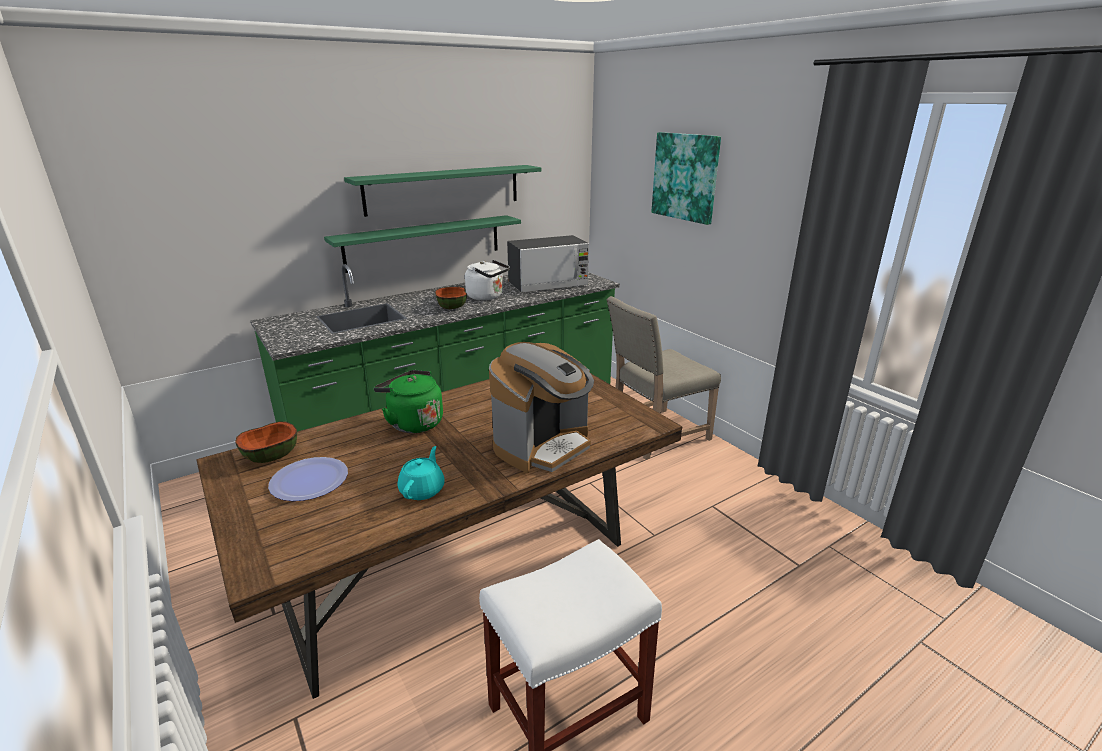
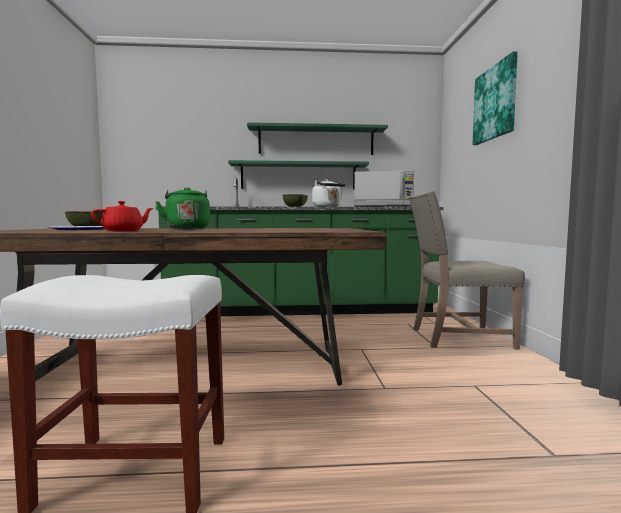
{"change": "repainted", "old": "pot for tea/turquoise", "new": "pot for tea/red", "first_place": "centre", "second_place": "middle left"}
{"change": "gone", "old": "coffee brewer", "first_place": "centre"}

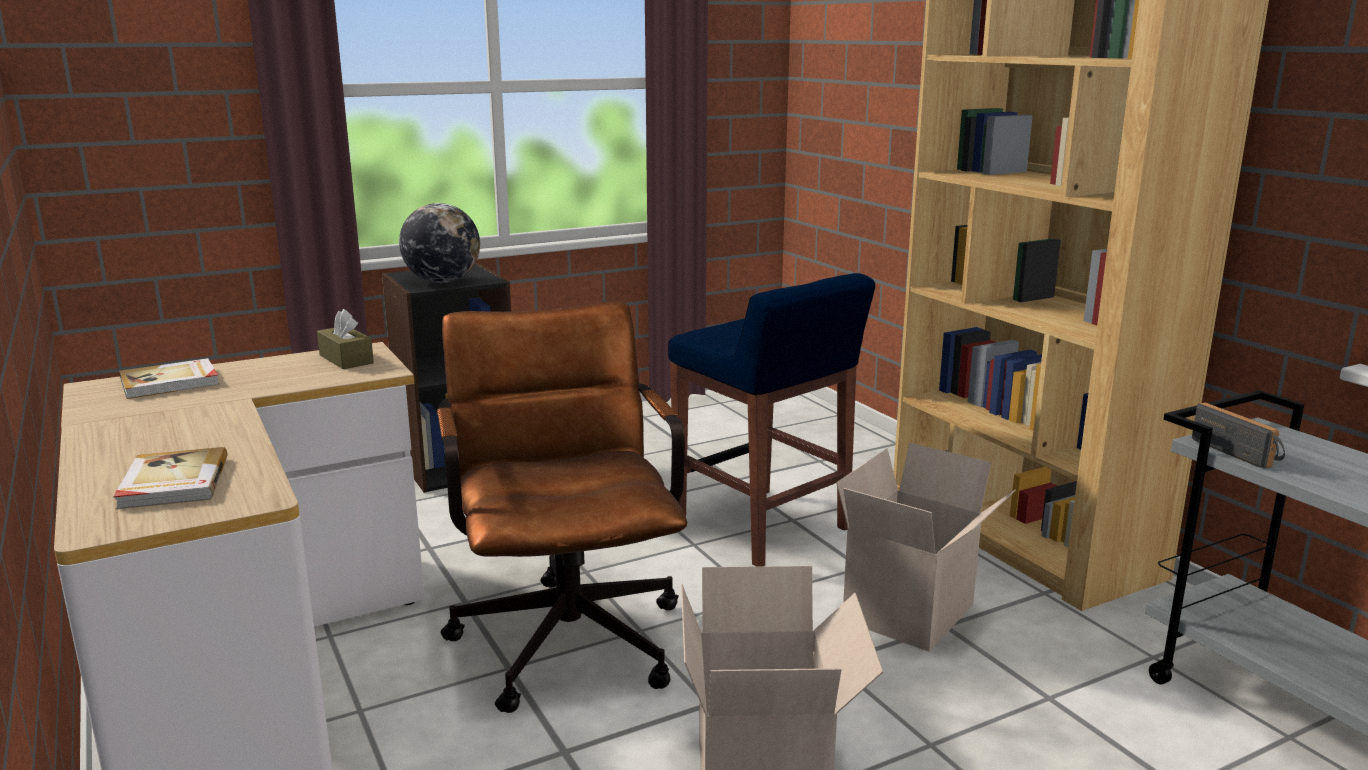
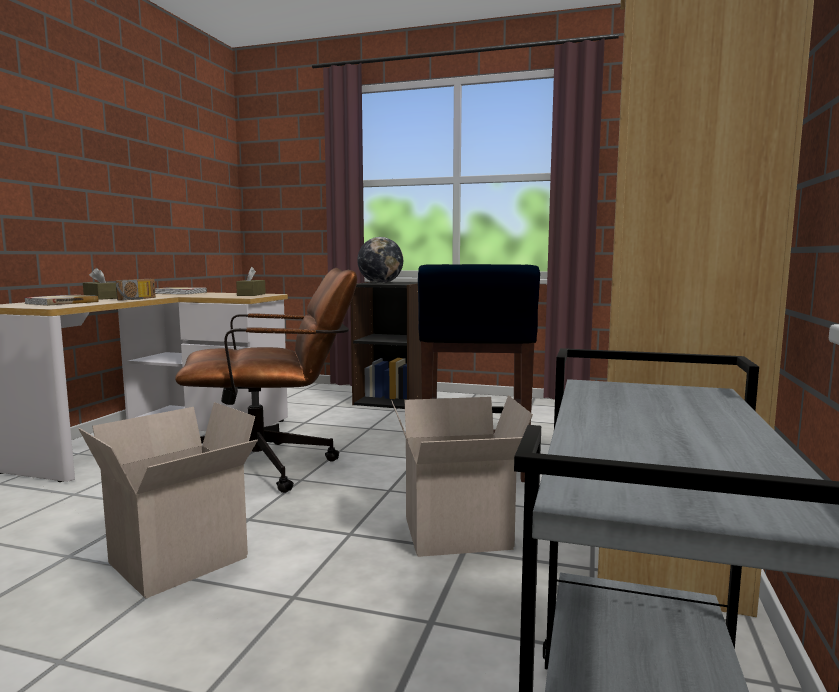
{"change": "rotated", "old": "desk chair/brownish", "first_place": "centre", "second_place": "middle left", "degrees": 45}
{"change": "shifted", "old": "radio receiver", "first_place": "middle right", "second_place": "middle left"}
{"change": "new", "new": "tissue box/brownish (no. 1 from left)", "second_place": "middle left"}

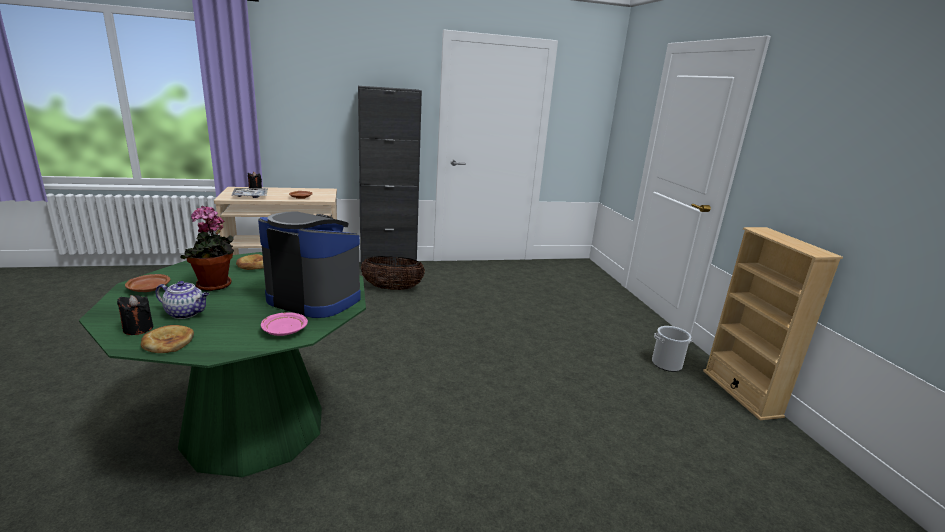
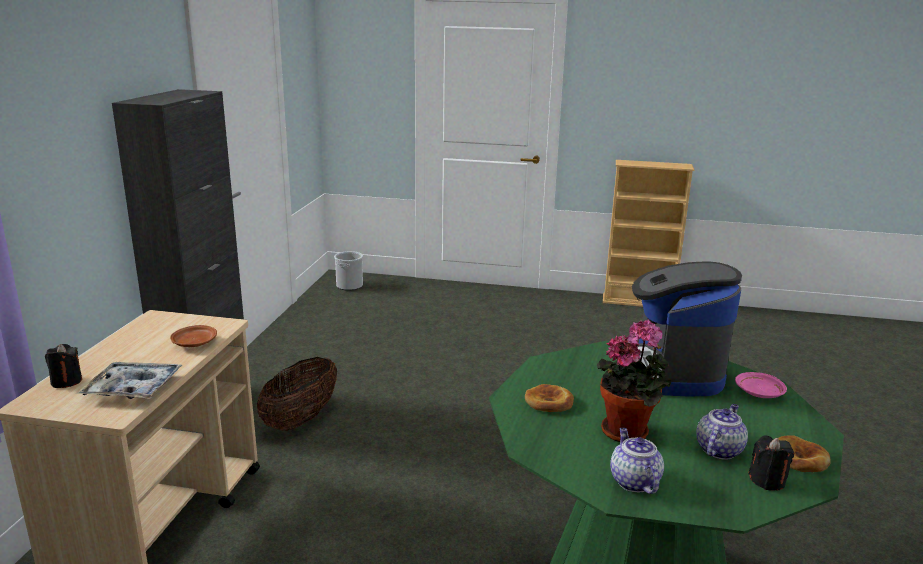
{"change": "swapped", "old": "dinner plate/brownish (no. 1 from left)", "new": "pot for tea (no. 1 from left)", "first_place": "middle left", "second_place": "bottom right"}
{"change": "rotated", "old": "coffee brewer", "first_place": "middle left", "second_place": "middle right", "degrees": -45}
{"change": "shifted", "old": "water bucket", "first_place": "middle right", "second_place": "centre"}

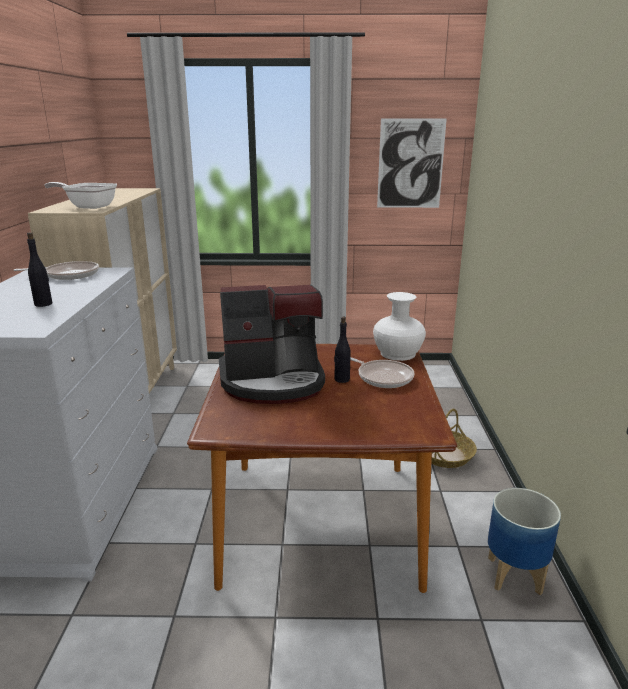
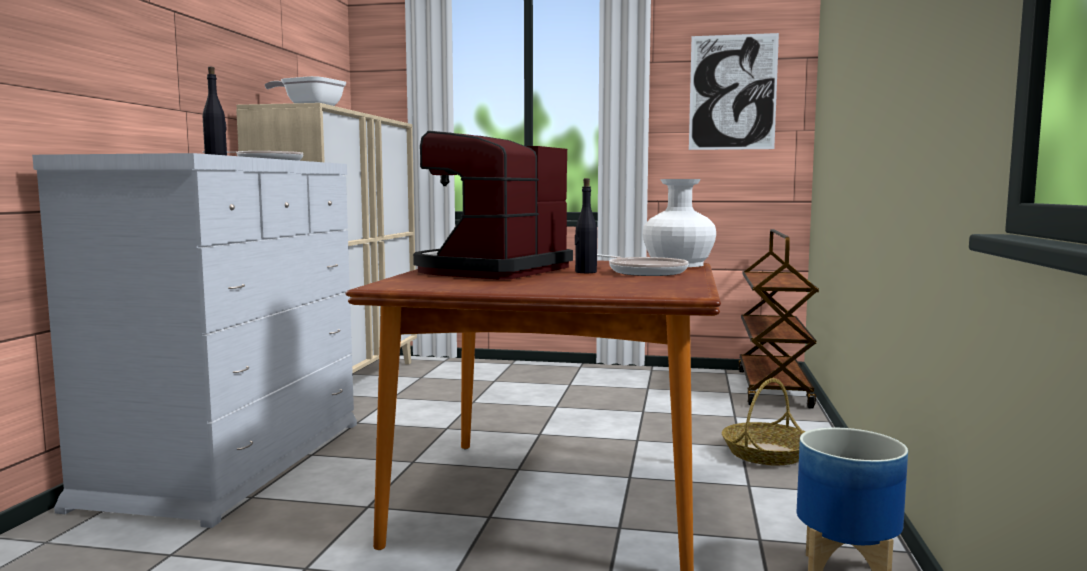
{"change": "rotated", "old": "coffee brewer", "first_place": "centre", "second_place": "centre", "degrees": 120}
{"change": "new", "new": "trolley/brownish", "second_place": "middle right"}

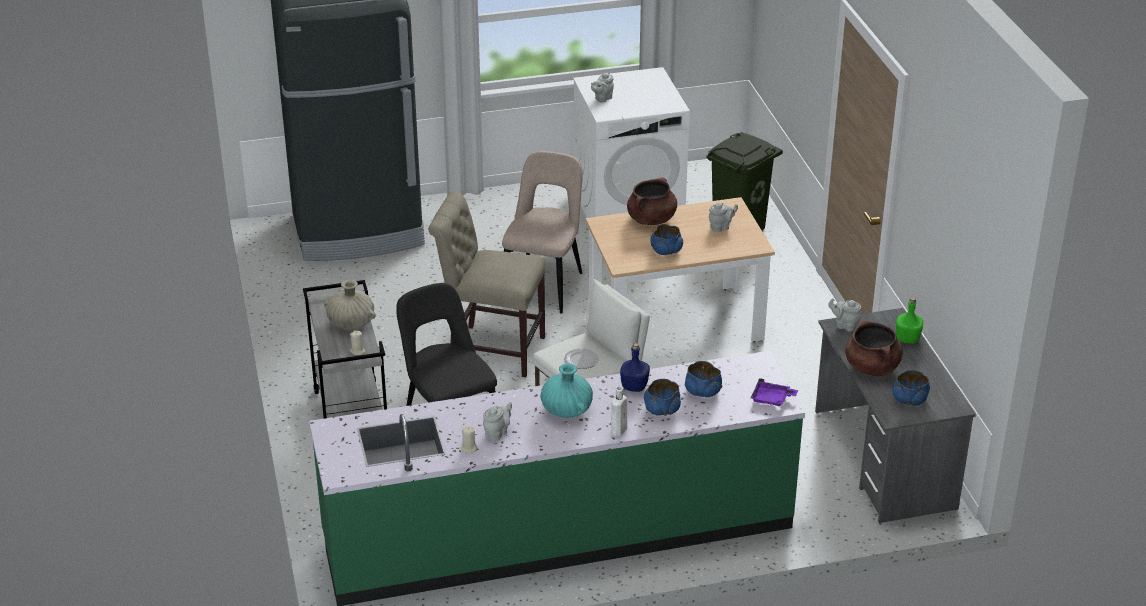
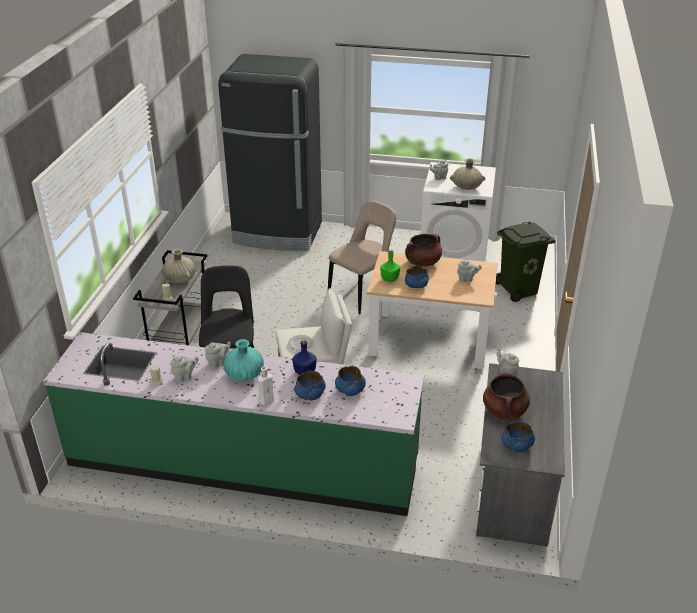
{"change": "gone", "old": "plain chair/beige (no. 1 from left)", "first_place": "centre"}
{"change": "gone", "old": "serving tray/purplish", "first_place": "middle right"}
{"change": "shifted", "old": "beverage bottle/greenish", "first_place": "middle right", "second_place": "centre"}
{"change": "new", "new": "pot for tea/grey (no. 2 from left)", "second_place": "middle left"}
{"change": "new", "new": "flower vase/beige (no. 2 from left)", "second_place": "top right"}

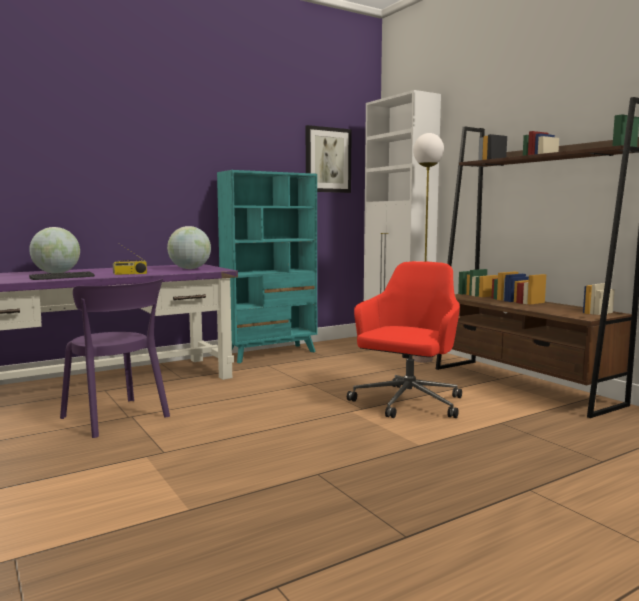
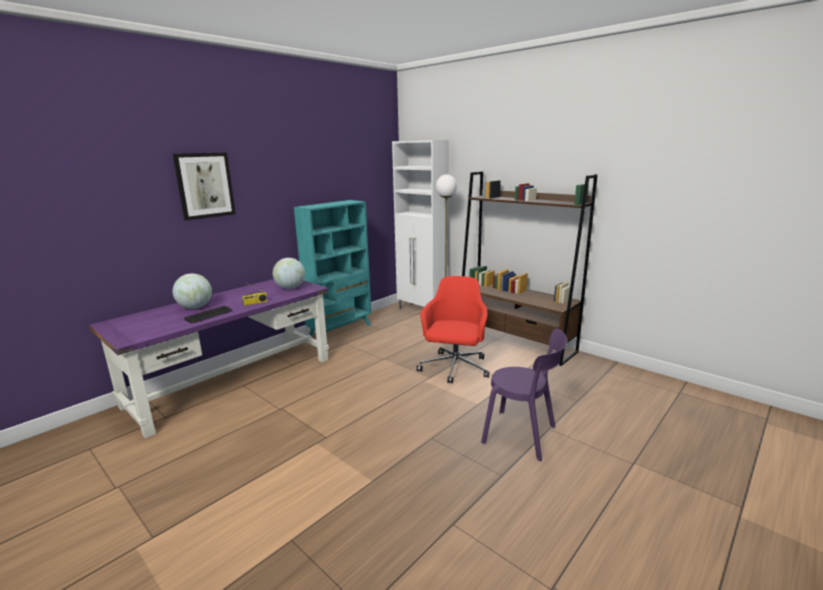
{"change": "shifted", "old": "plain chair/purplish", "first_place": "middle left", "second_place": "bottom centre"}
{"change": "shifted", "old": "wall picture", "first_place": "top centre", "second_place": "top left"}

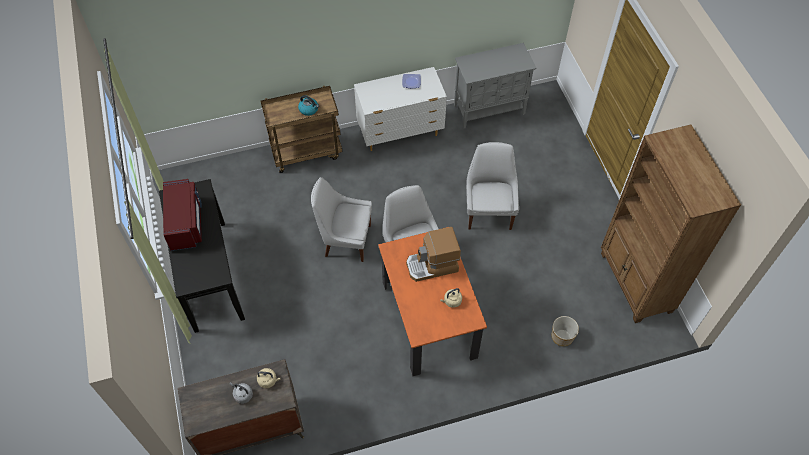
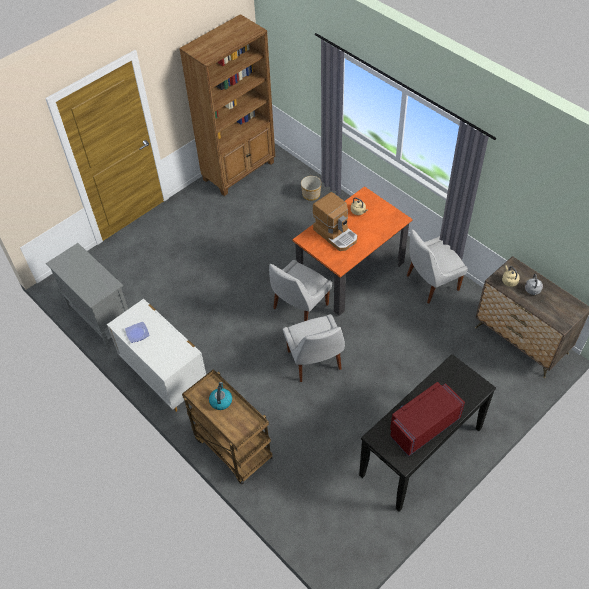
{"change": "shifted", "old": "plain chair/white (no. 3 from left)", "first_place": "centre", "second_place": "middle right"}

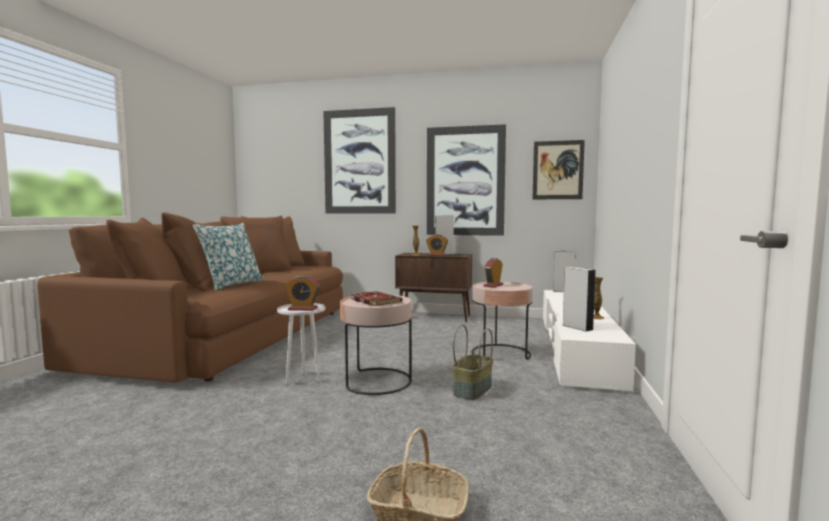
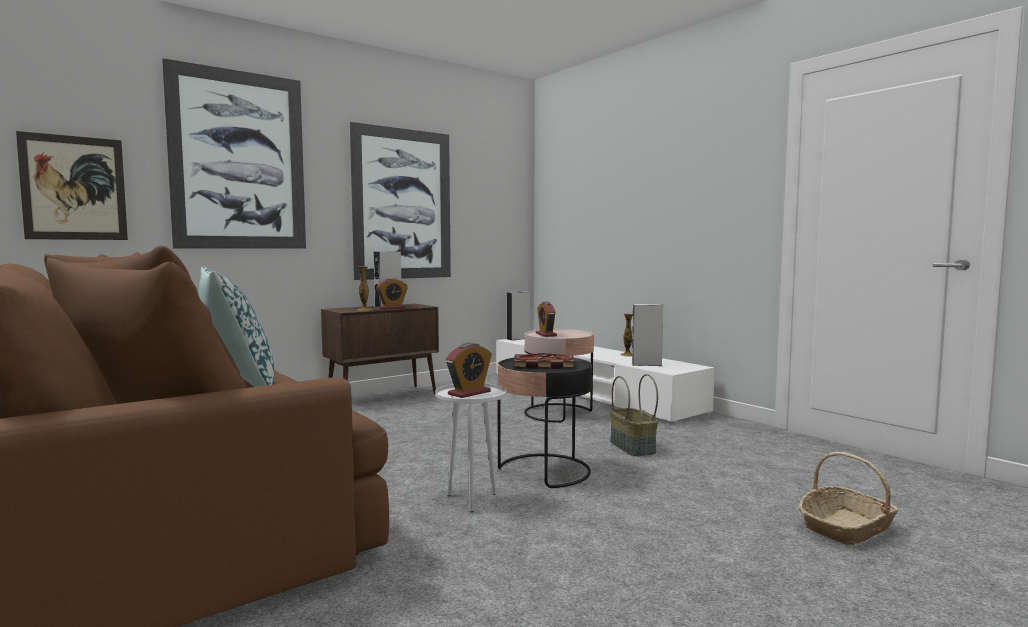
{"change": "repainted", "old": "accent table/pink (no. 1 from left)", "new": "accent table/black-coloured", "first_place": "centre", "second_place": "bottom centre"}
{"change": "shifted", "old": "wall picture (no. 3 from left in the first image)", "new": "wall picture (no. 1 from left)", "first_place": "top right", "second_place": "top left"}

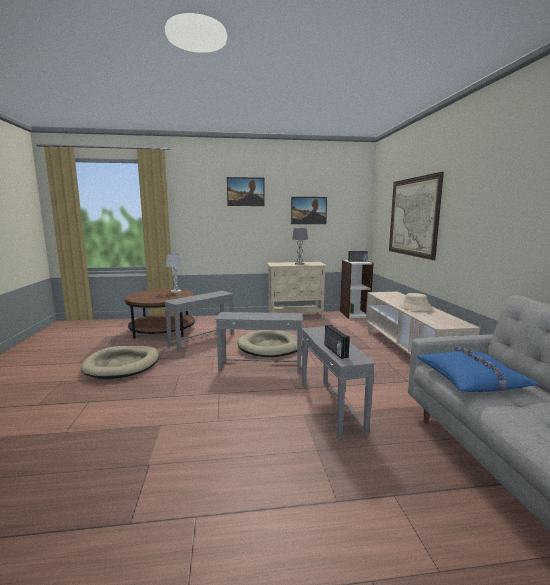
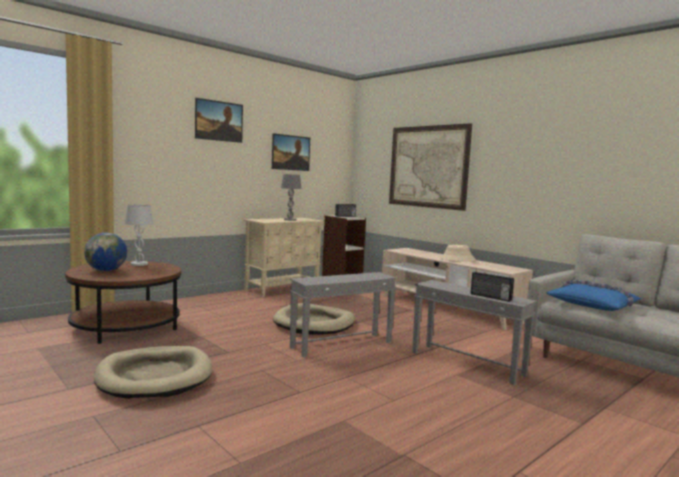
{"change": "gone", "old": "accent table/grey (no. 1 from left)", "first_place": "centre"}
{"change": "new", "new": "globe", "second_place": "middle left"}

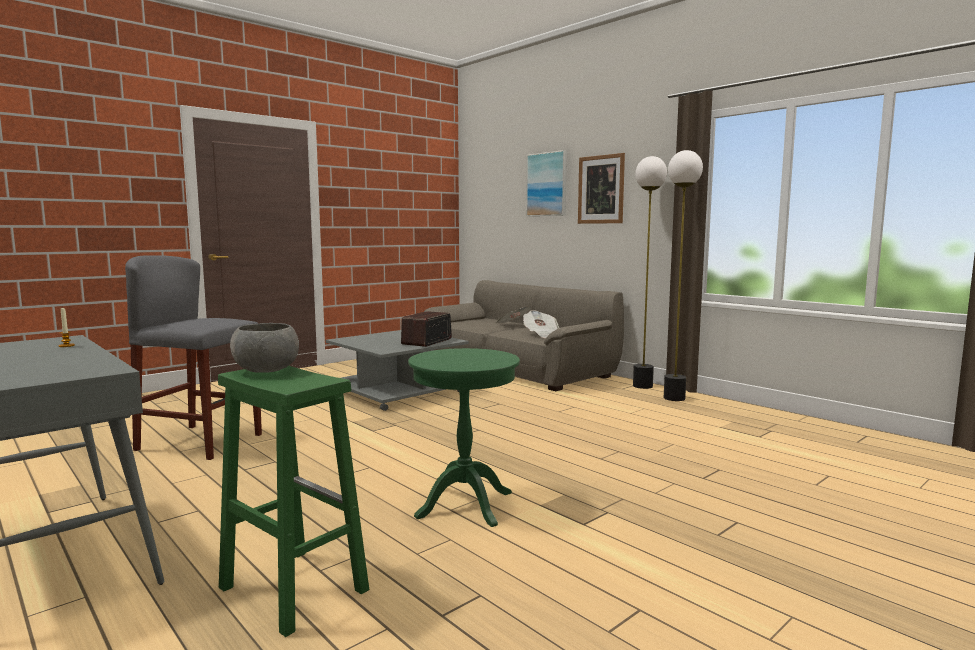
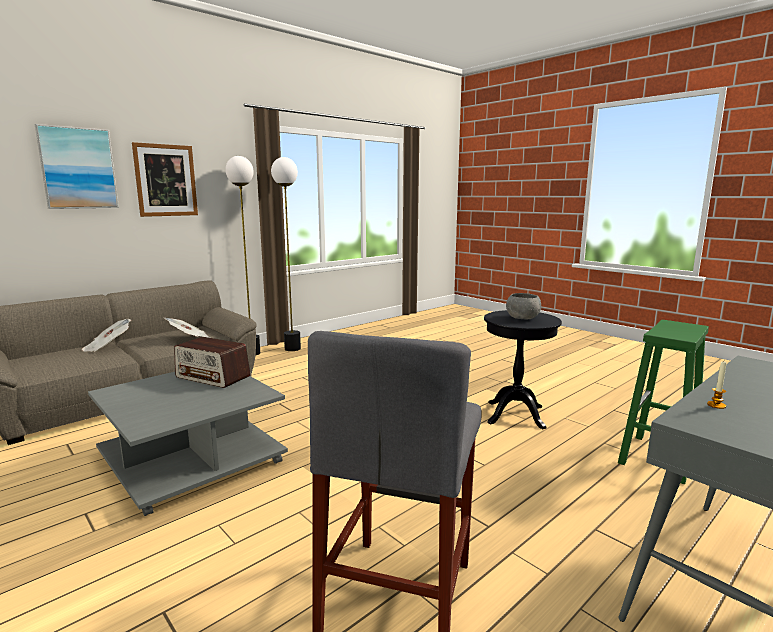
{"change": "shifted", "old": "serving bowl/grey", "first_place": "middle left", "second_place": "middle right"}
{"change": "repainted", "old": "accent table/greenish", "new": "accent table/black-coloured", "first_place": "bottom centre", "second_place": "middle right"}

